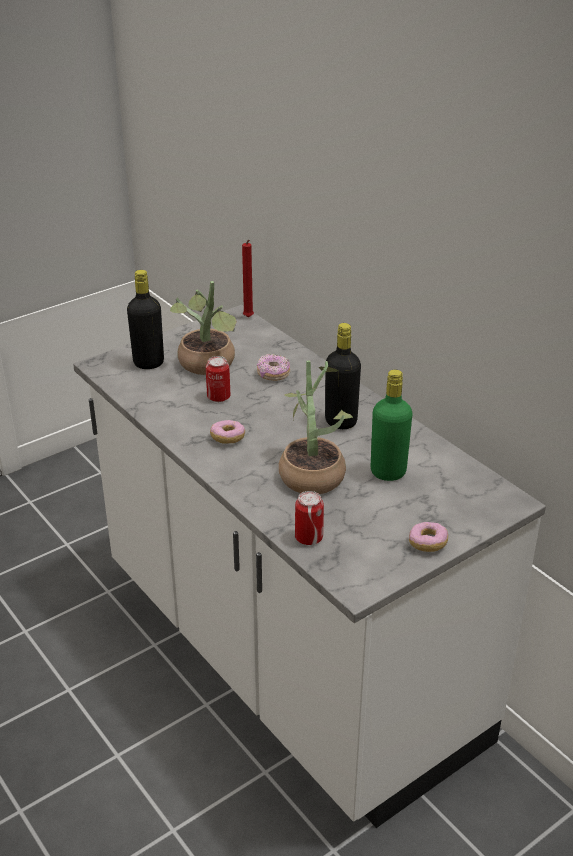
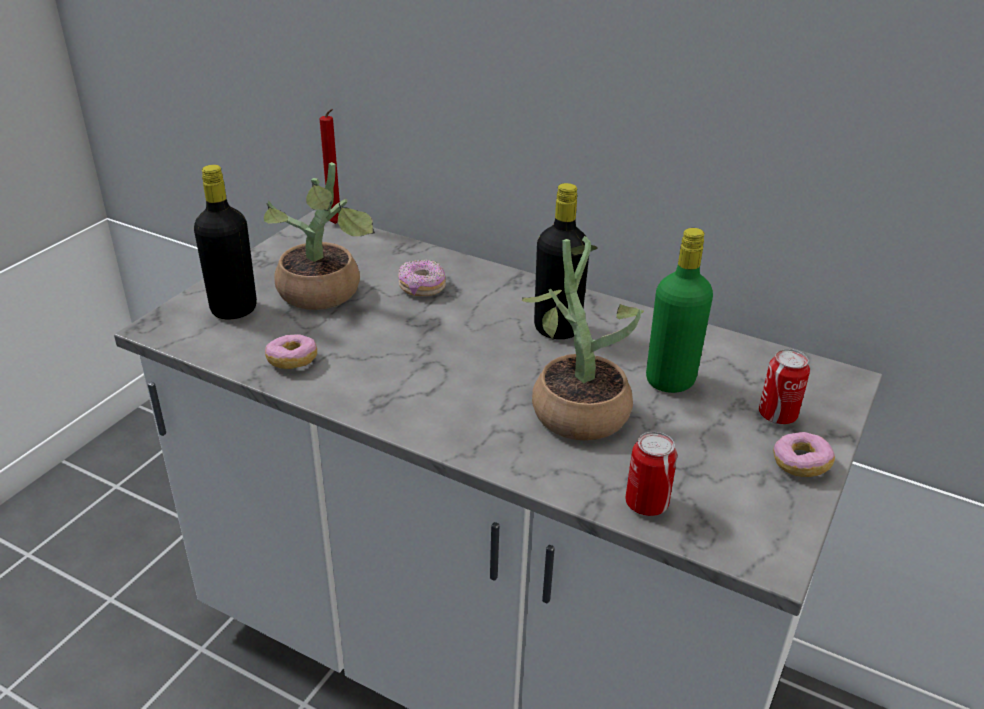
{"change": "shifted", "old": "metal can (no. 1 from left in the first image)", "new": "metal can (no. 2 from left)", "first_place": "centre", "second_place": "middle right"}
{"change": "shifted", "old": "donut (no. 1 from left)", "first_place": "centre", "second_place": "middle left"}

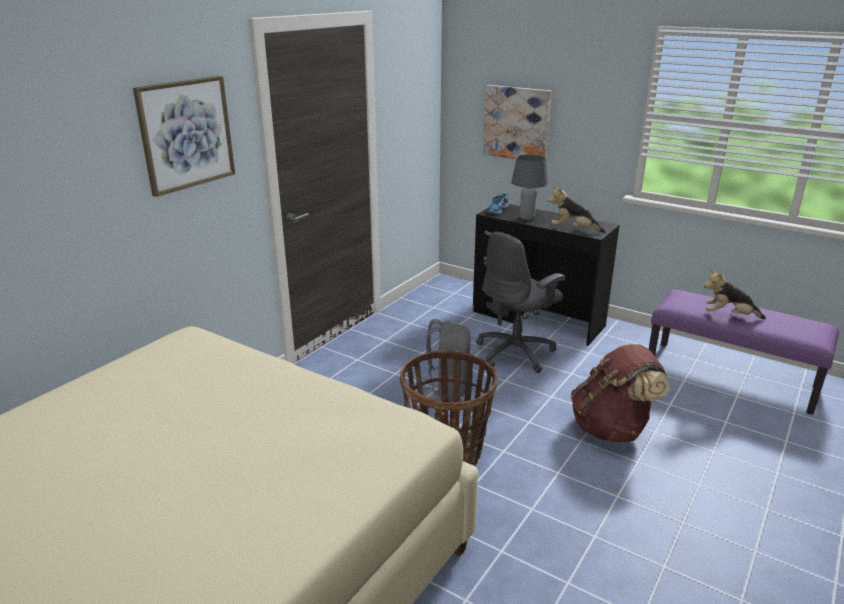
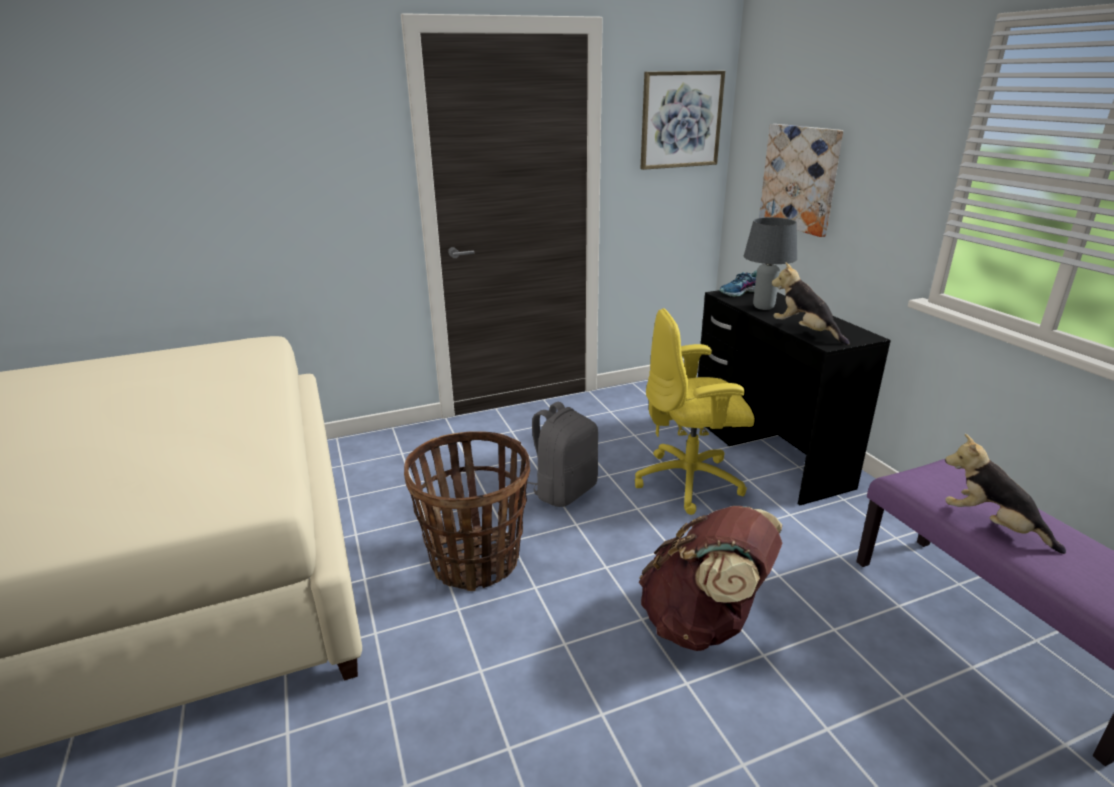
{"change": "shifted", "old": "wall picture (no. 1 from left)", "first_place": "top left", "second_place": "top centre"}
{"change": "repainted", "old": "desk chair/grey", "new": "desk chair/yellowish", "first_place": "centre", "second_place": "centre"}

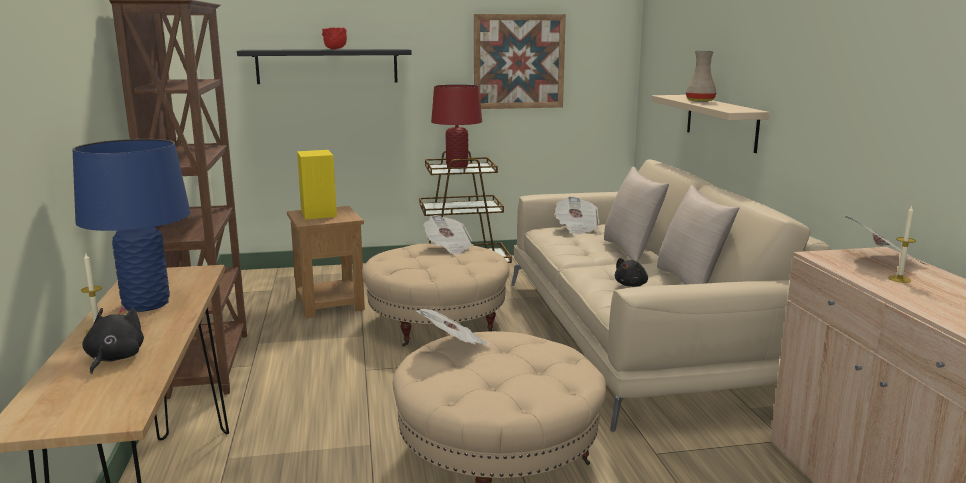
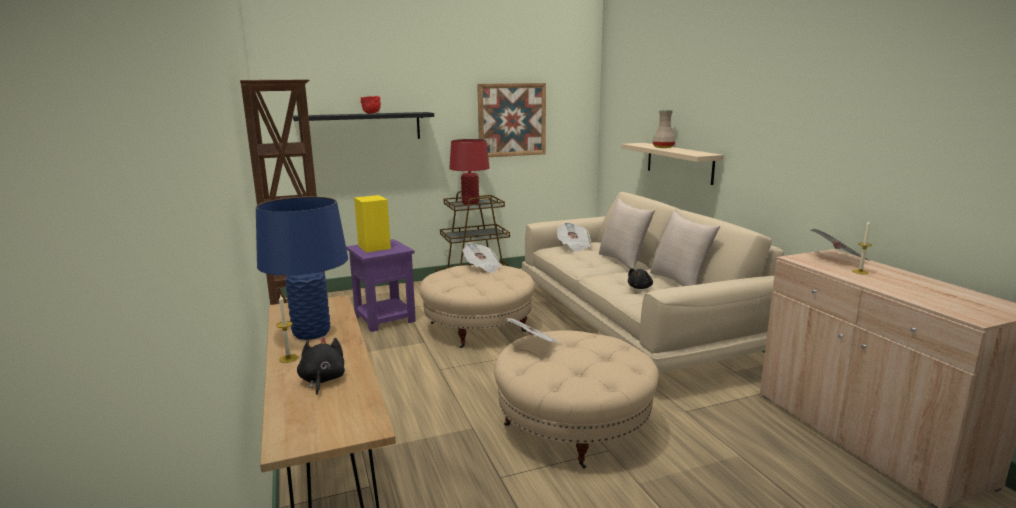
{"change": "repainted", "old": "accent table/brownish", "new": "accent table/purplish", "first_place": "centre", "second_place": "centre"}

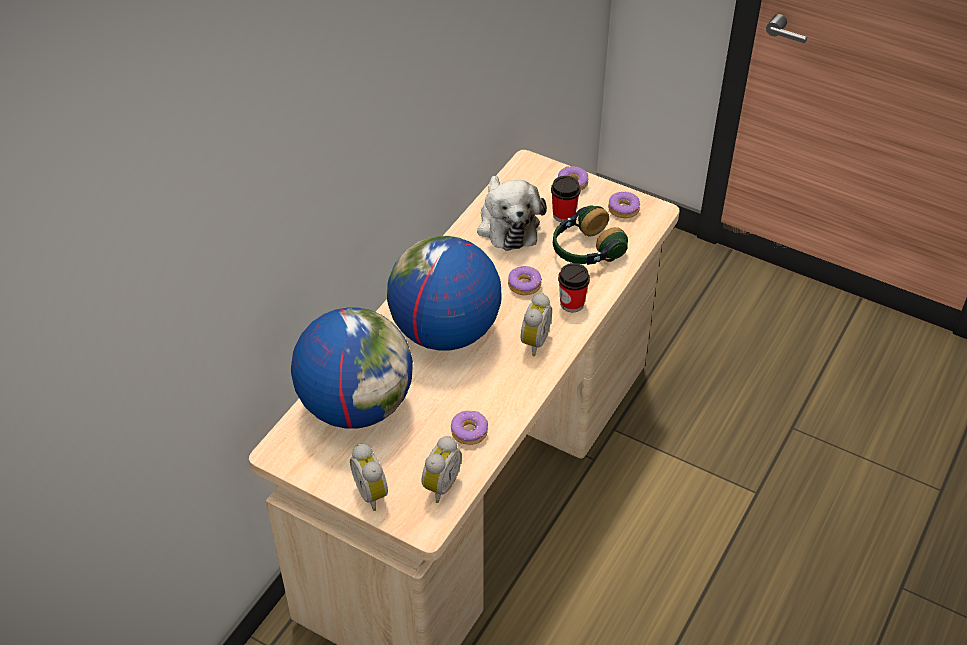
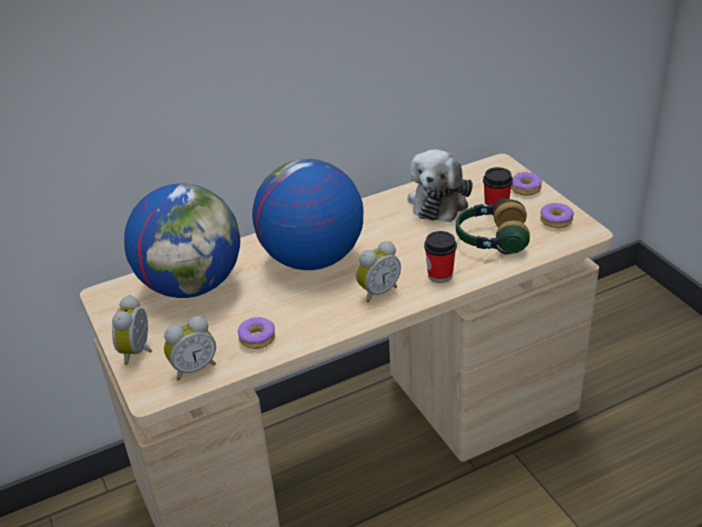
{"change": "gone", "old": "donut (no. 2 from left)", "first_place": "centre"}

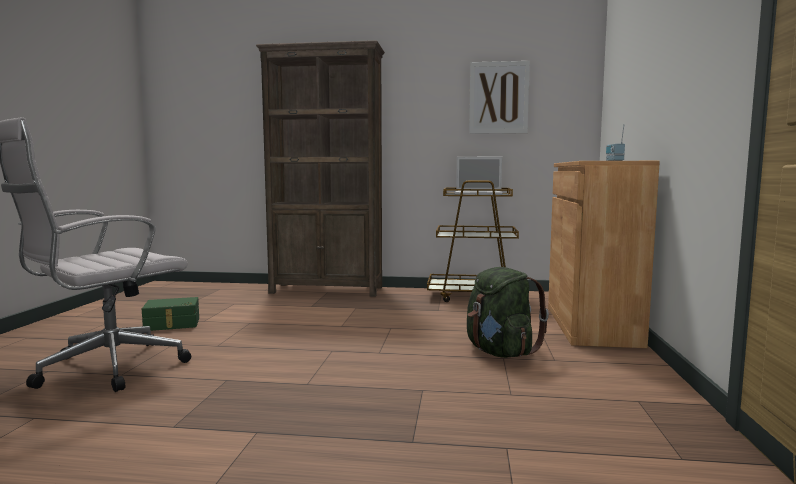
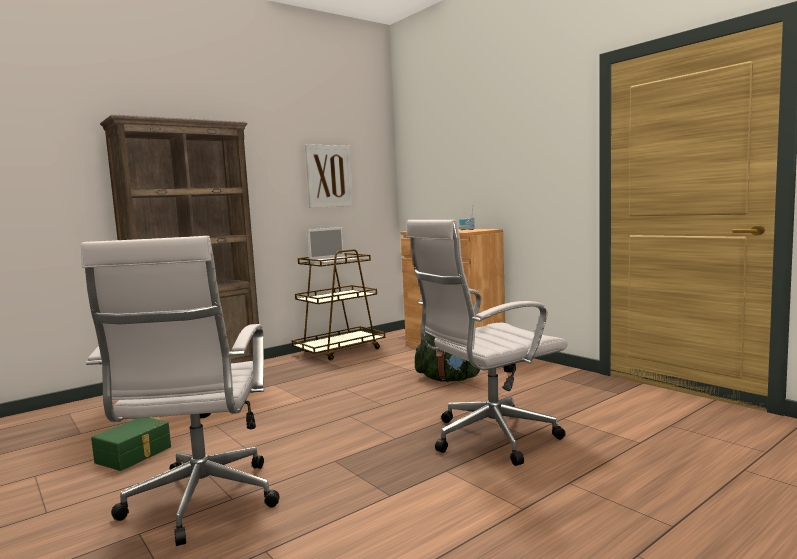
{"change": "new", "new": "desk chair/white (no. 2 from left)", "second_place": "centre"}

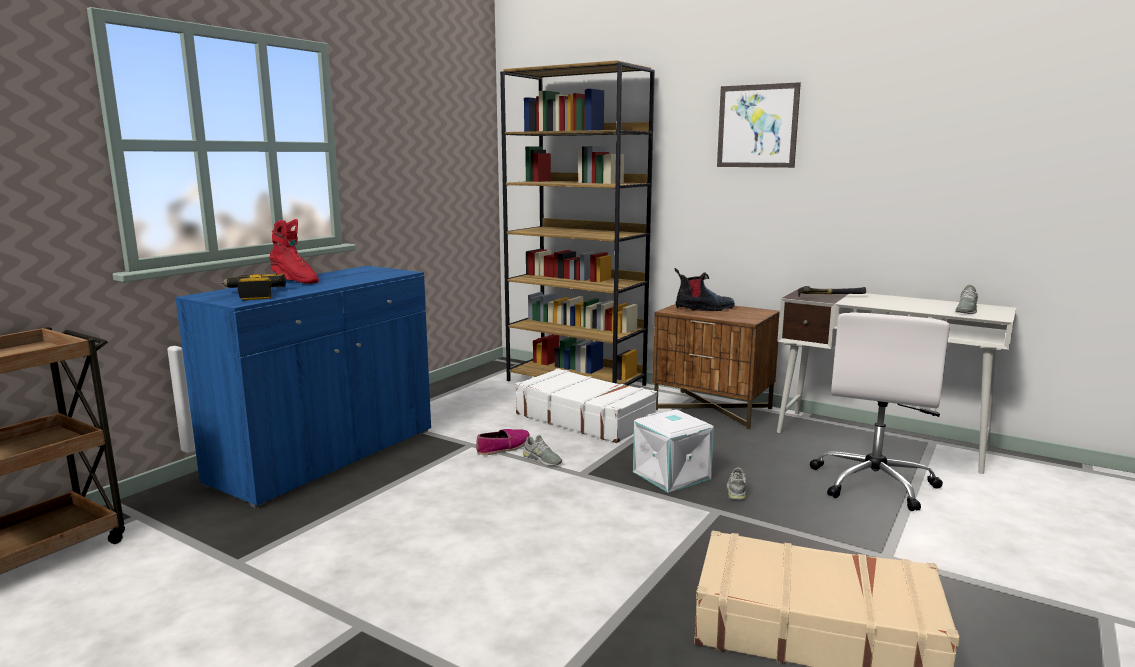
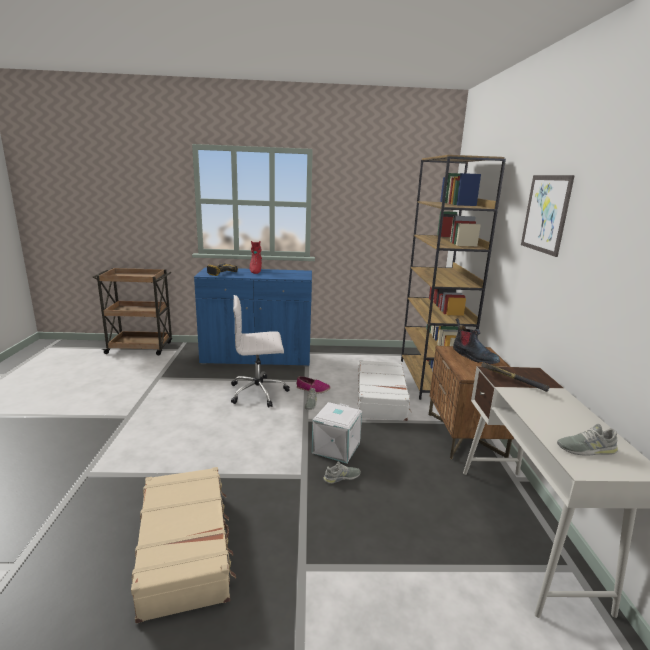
{"change": "shifted", "old": "desk chair/white", "first_place": "middle right", "second_place": "centre"}

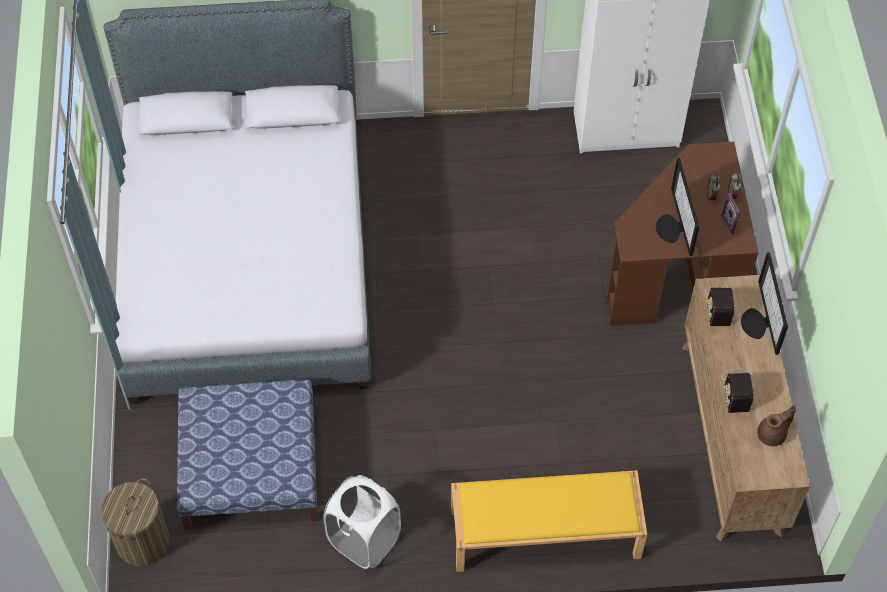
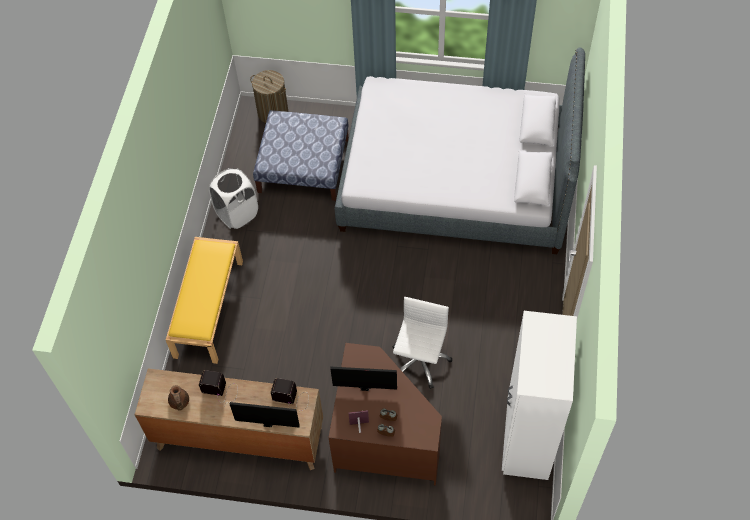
{"change": "new", "new": "desk chair/white", "second_place": "centre"}

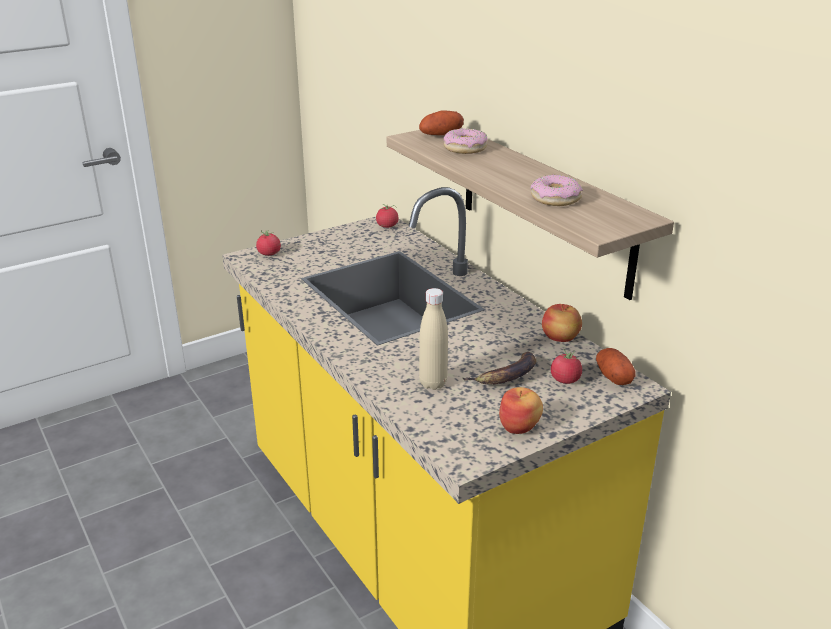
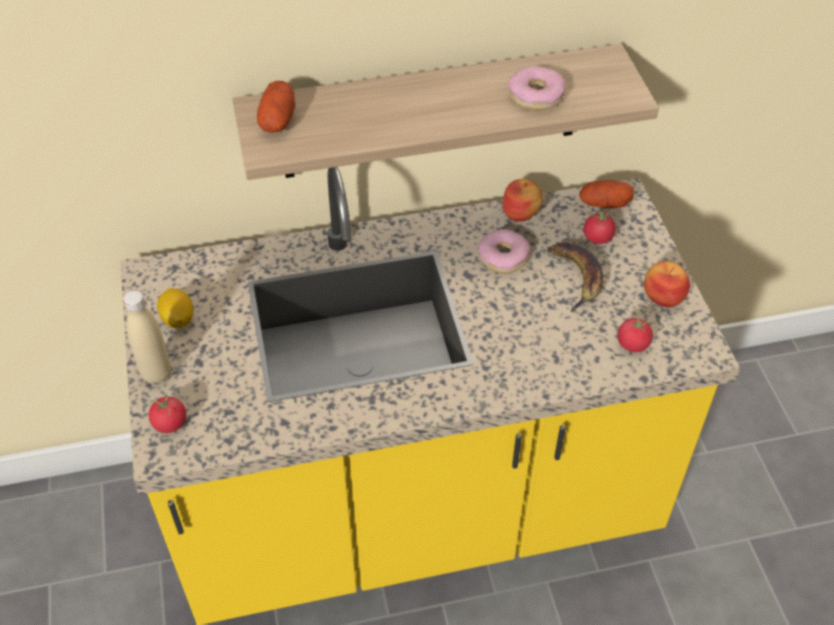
{"change": "shifted", "old": "whole tomato (no. 2 from left in the first image)", "new": "whole tomato (no. 3 from left)", "first_place": "centre", "second_place": "middle right"}
{"change": "shifted", "old": "beverage bottle/beige", "first_place": "centre", "second_place": "middle left"}
{"change": "shifted", "old": "donut (no. 1 from left)", "first_place": "top centre", "second_place": "centre"}
{"change": "new", "new": "lemon", "second_place": "middle left"}

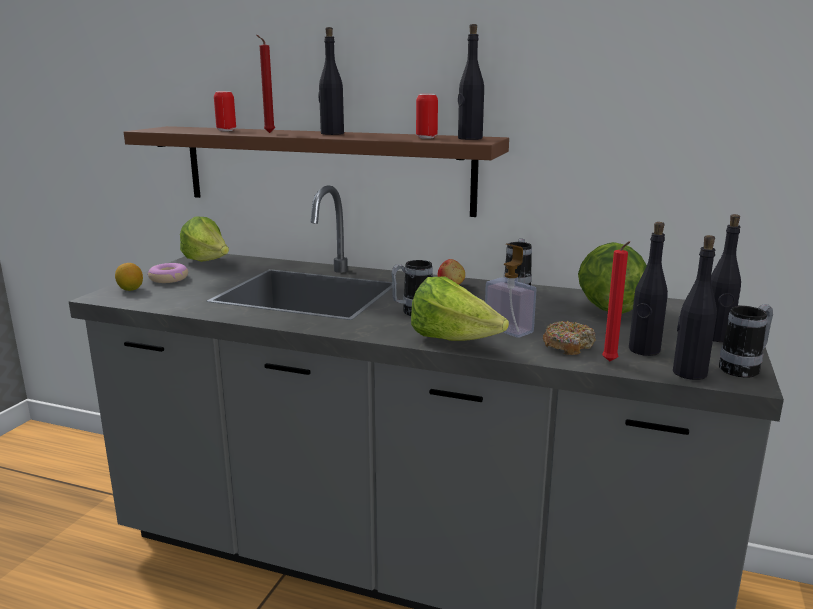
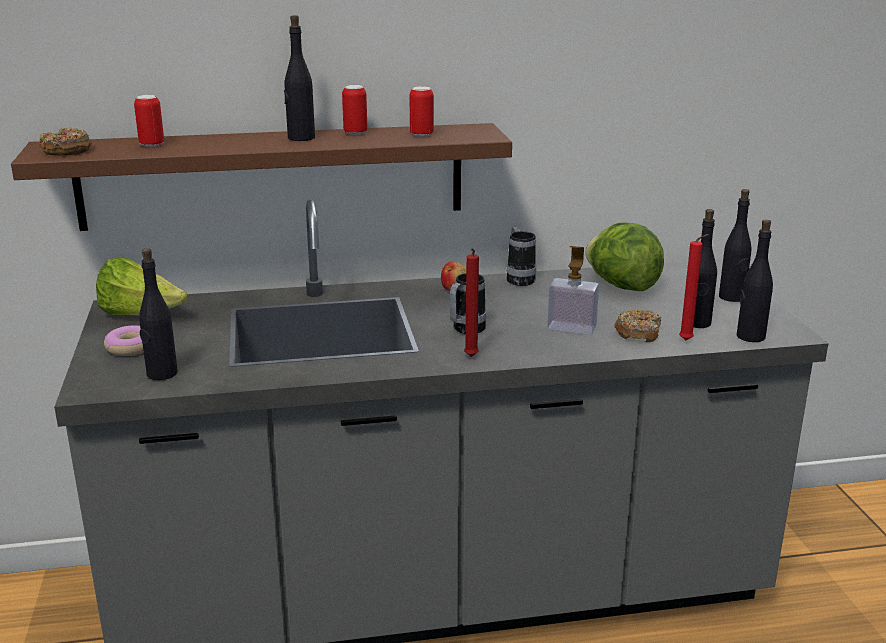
{"change": "gone", "old": "lemon", "first_place": "middle left"}
{"change": "shifted", "old": "wax light/red (no. 1 from left)", "first_place": "top left", "second_place": "centre"}
{"change": "gone", "old": "lettuce head (no. 2 from left)", "first_place": "centre"}
{"change": "shifted", "old": "beverage bottle/black-coloured (no. 2 from left in the first image)", "new": "beverage bottle/black-coloured (no. 1 from left)", "first_place": "top centre", "second_place": "middle left"}
{"change": "gone", "old": "tea mug (no. 3 from left)", "first_place": "middle right"}
{"change": "new", "new": "donut (no. 1 from left)", "second_place": "top left"}
{"change": "new", "new": "metal can (no. 2 from left)", "second_place": "top centre"}

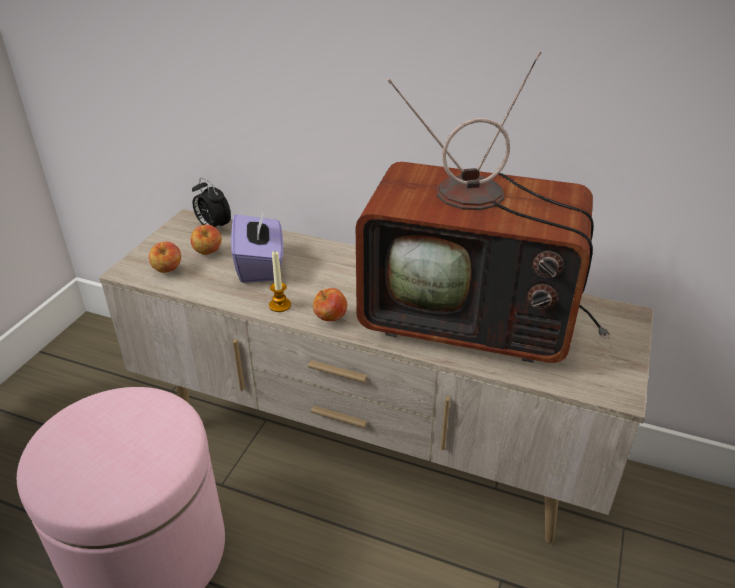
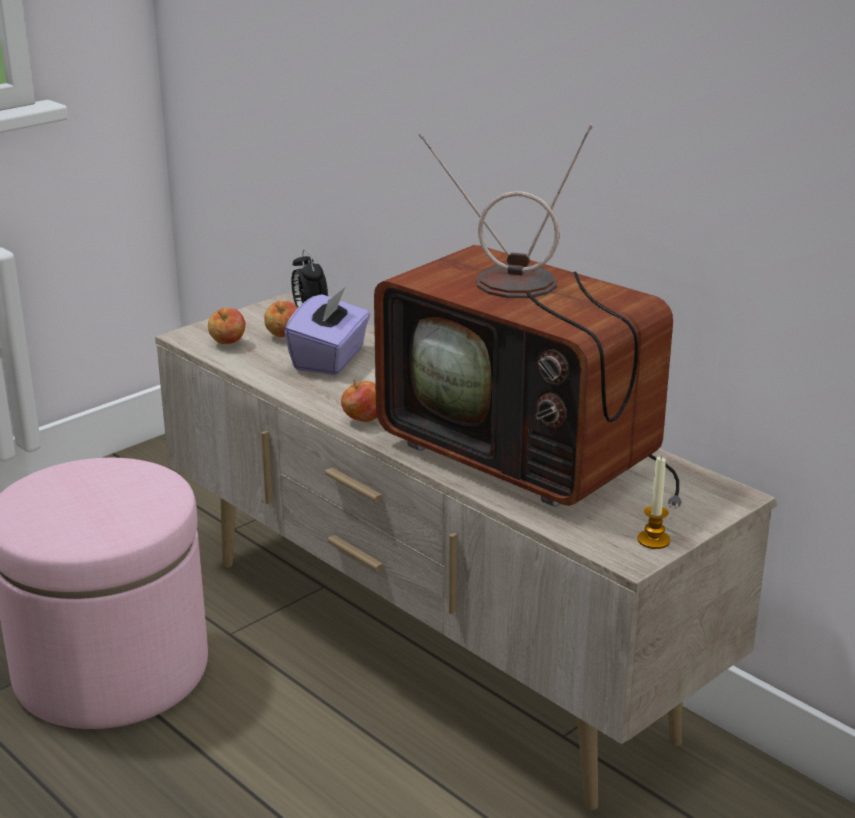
{"change": "shifted", "old": "wax light", "first_place": "centre", "second_place": "middle right"}

